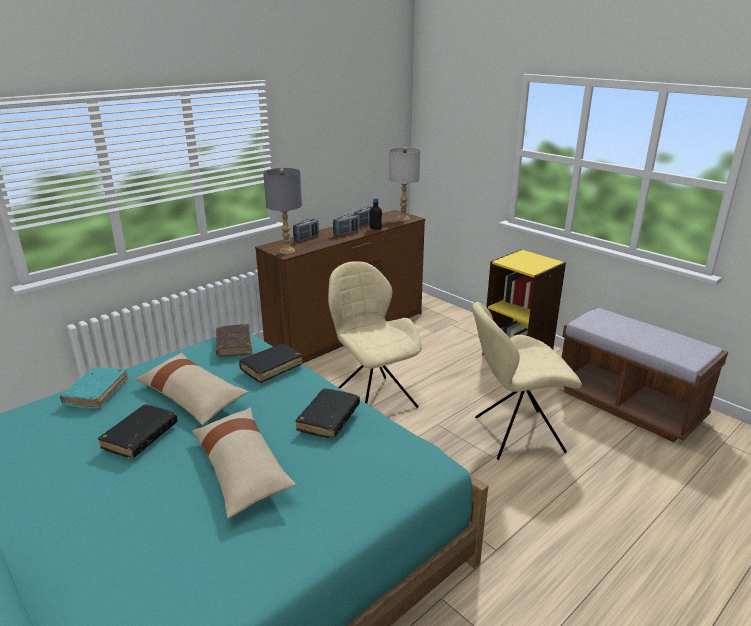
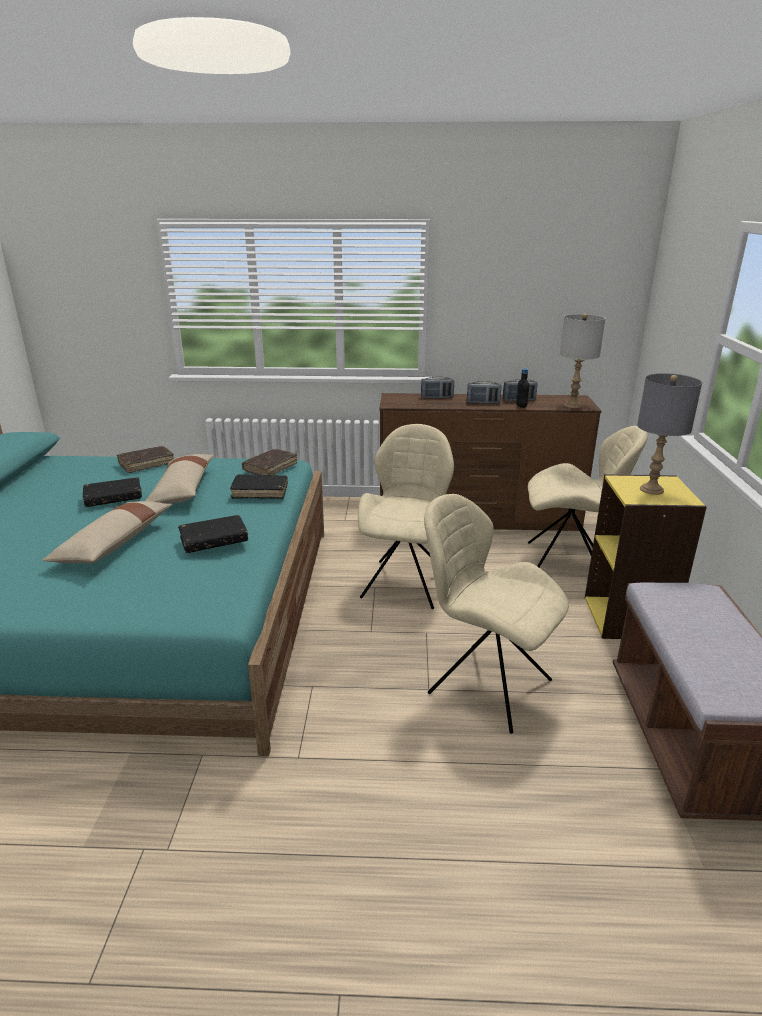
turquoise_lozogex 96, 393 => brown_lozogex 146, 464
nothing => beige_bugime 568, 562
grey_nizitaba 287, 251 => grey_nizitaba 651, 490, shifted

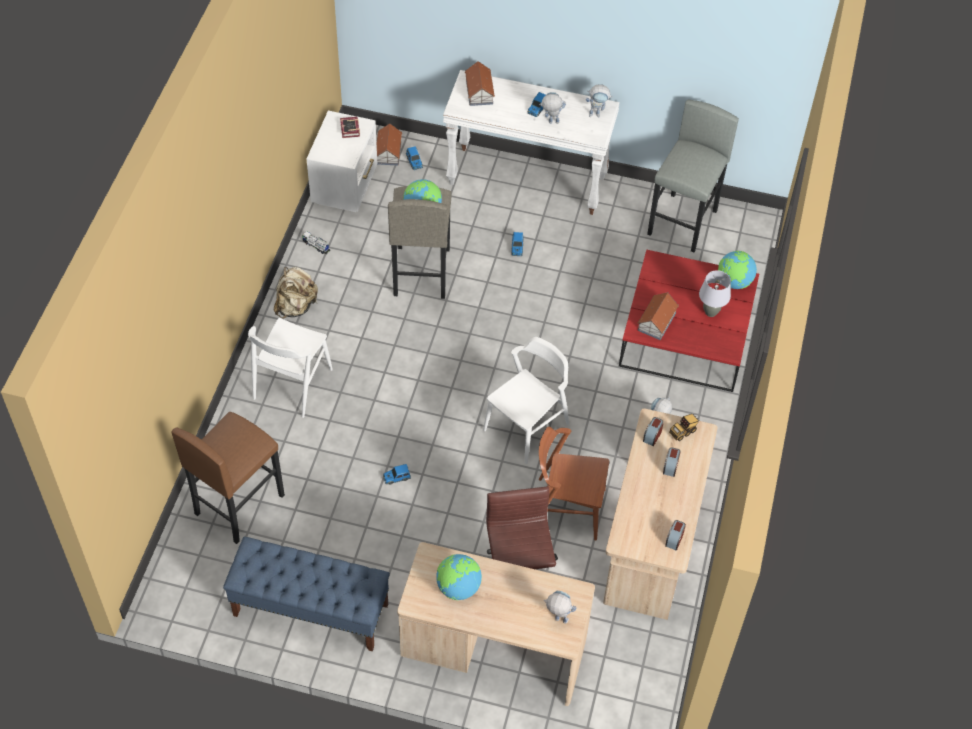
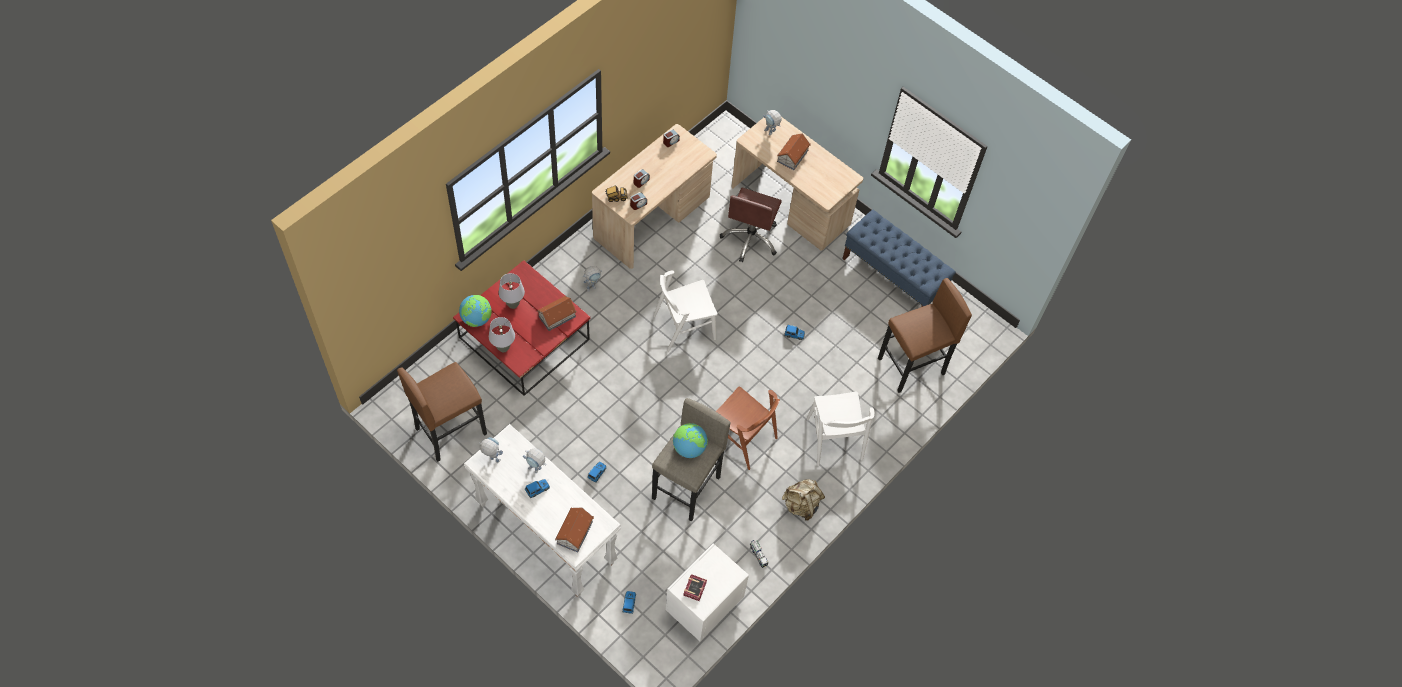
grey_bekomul 683, 223 => brown_bekomul 450, 430
nothing => grey_nizitaba 503, 348
brown_bugime 567, 508 => brown_bugime 742, 438, shifted
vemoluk 389, 151 => vemoluk 792, 156, shifted
white_bugime 292, 384 => white_bugime 834, 439, 120 degrees clockwise
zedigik 458, 587 => nothing

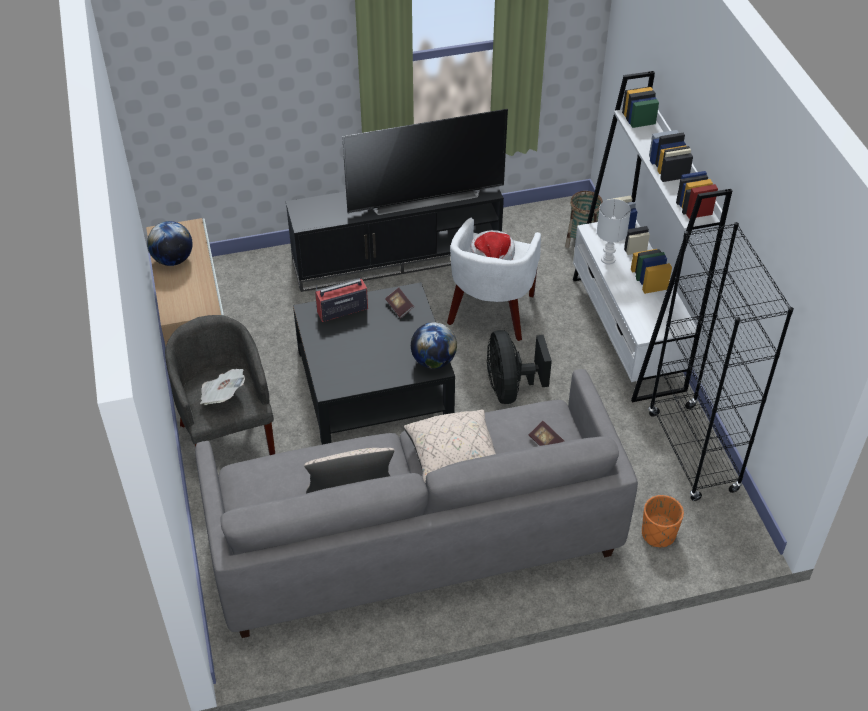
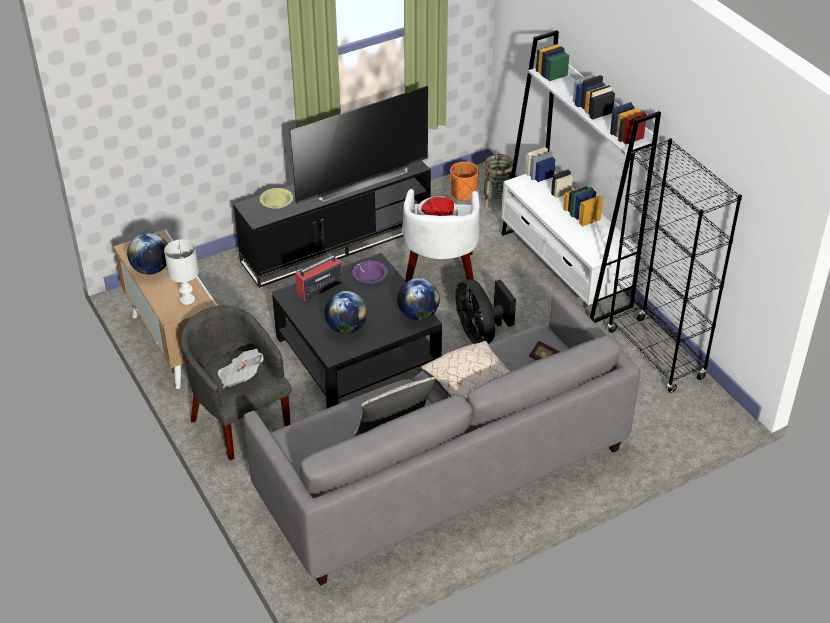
white_nizitaba 608, 259 => white_nizitaba 188, 300, shifted
nothing => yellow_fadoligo 276, 203
nothing => zedigik 346, 328
lozogex 399, 307 => purple_fadoligo 370, 276
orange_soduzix 658, 534 => orange_soduzix 463, 193, shifted

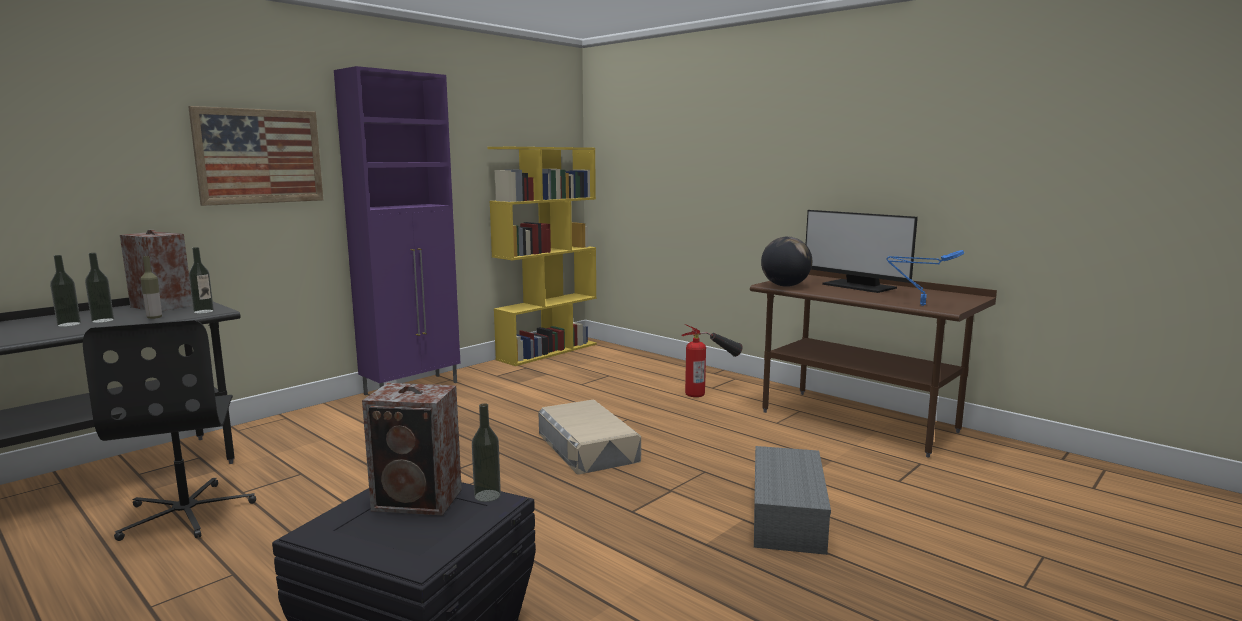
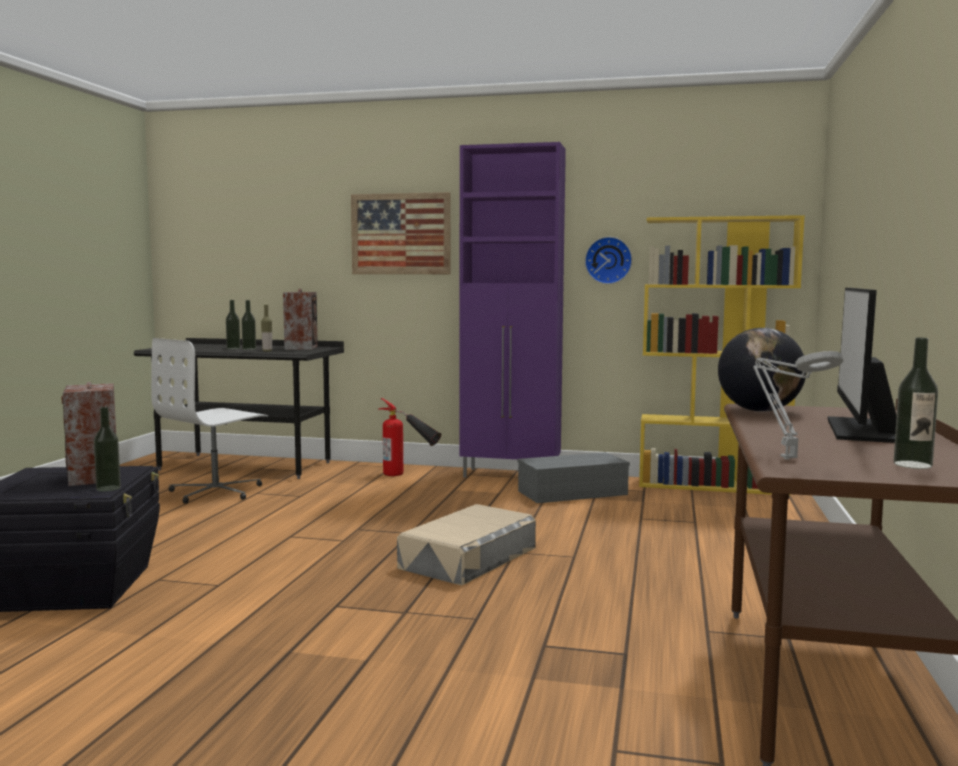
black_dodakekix 187, 513 => white_dodakekix 216, 492
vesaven 710, 391 => vesaven 408, 476, shifted
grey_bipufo 789, 517 => grey_bipufo 571, 493, shifted
nothing => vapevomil 608, 260
blue_nizitaba 920, 305 => grey_nizitaba 786, 458
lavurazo 203, 311 => lavurazo 912, 464, shifted

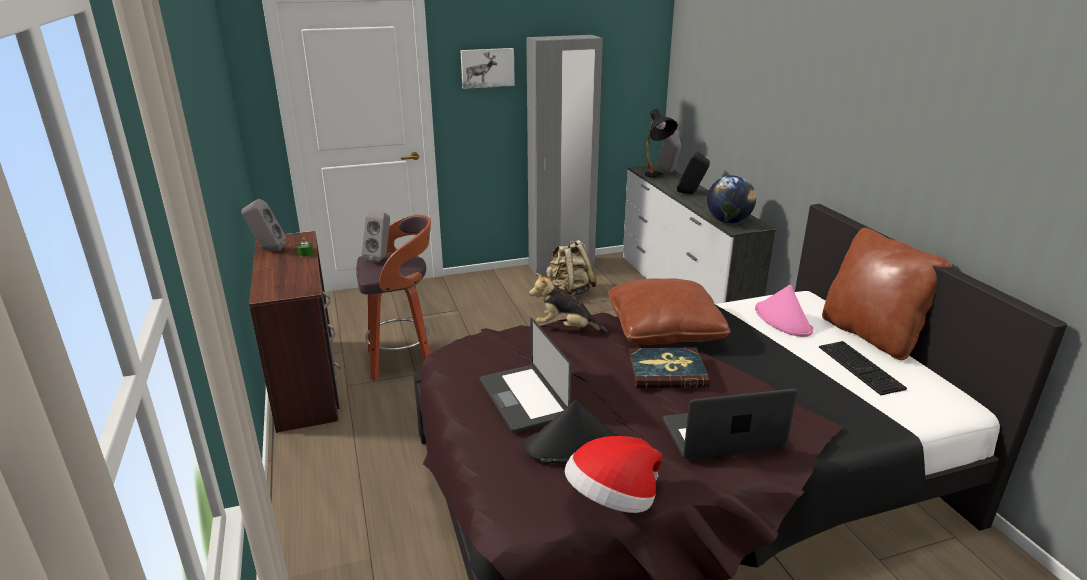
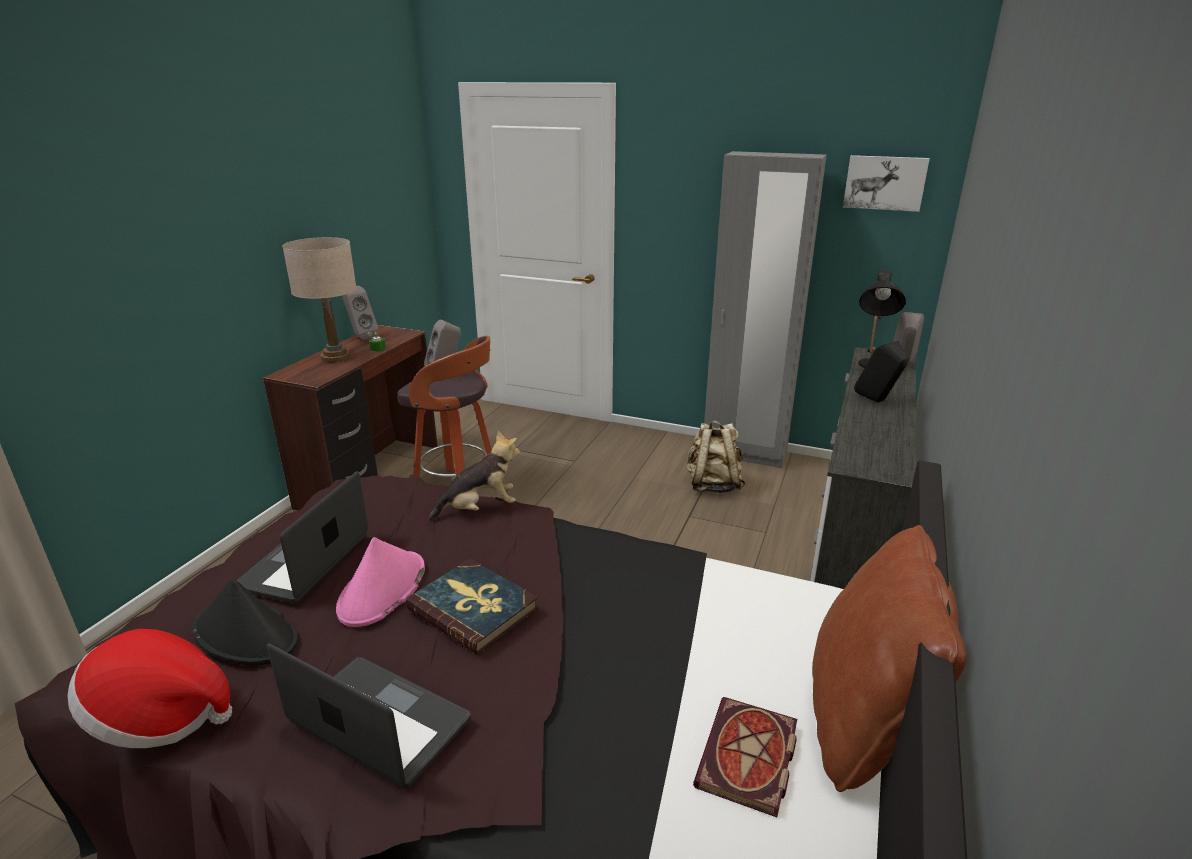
nothing => beige_nizitaba 336, 357
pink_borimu 783, 320 => pink_borimu 382, 590, shifted
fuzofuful 566, 328 => fuzofuful 480, 509, 105 degrees clockwise
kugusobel 862, 368 => lozogex 749, 760
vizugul 487, 67 => vizugul 885, 182, shifted
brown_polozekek 664, 330 => nothing
zedigik 728, 221 => nothing

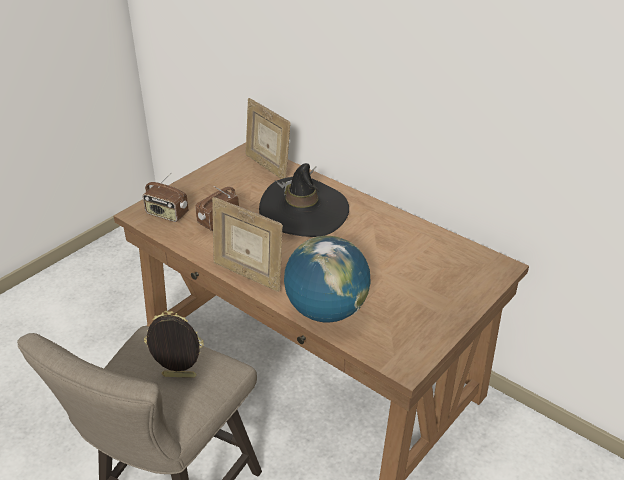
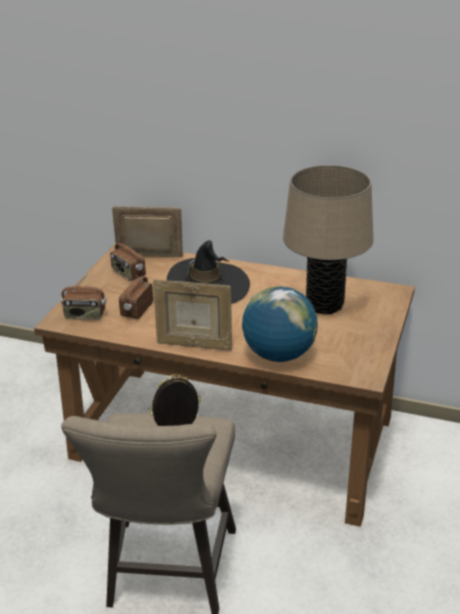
nothing => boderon 128, 274
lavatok 267, 166 => lavatok 150, 259, 150 degrees clockwise
nothing => beige_nizitaba 324, 305

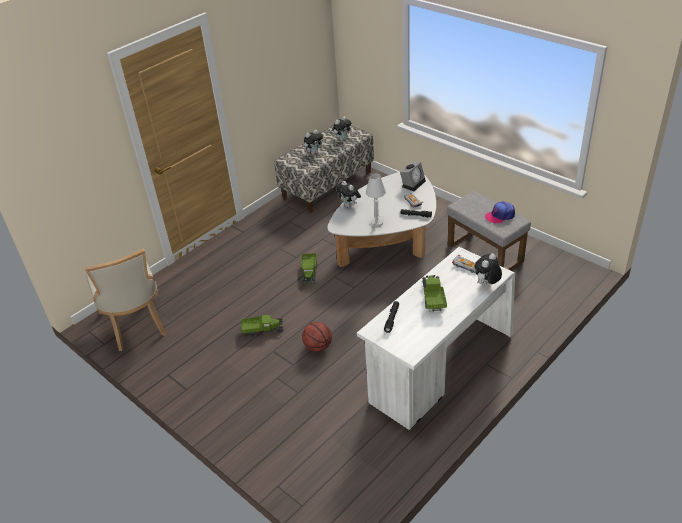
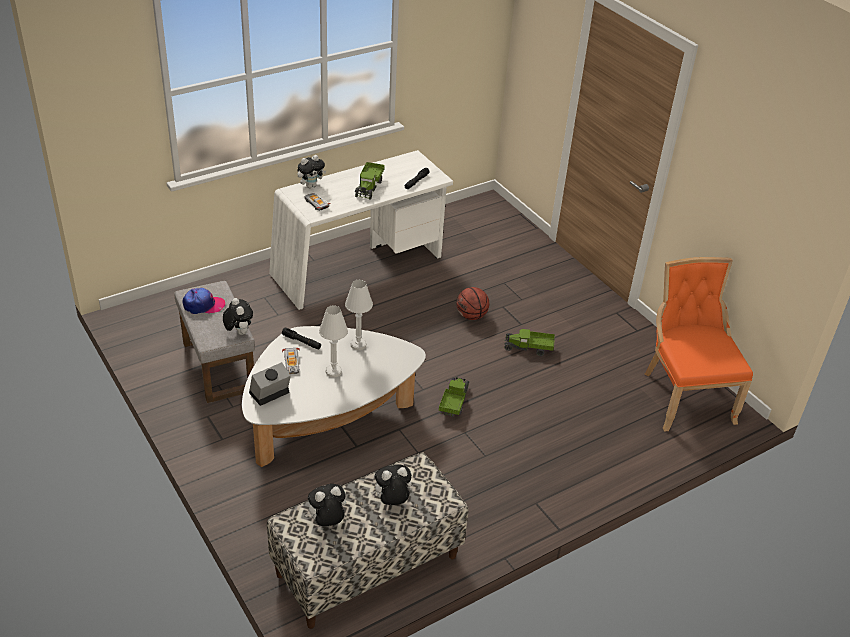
fuzofuful 349, 205 => fuzofuful 238, 332, shifted
nothing => white_nizitaba 333, 371
beige_bugime 136, 324 => orange_bugime 684, 395

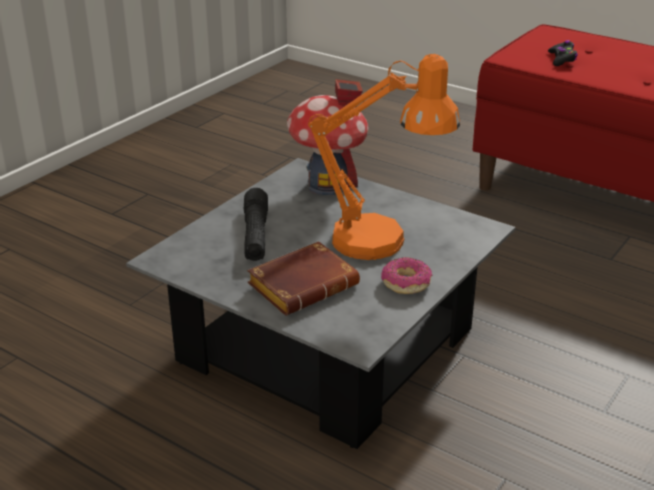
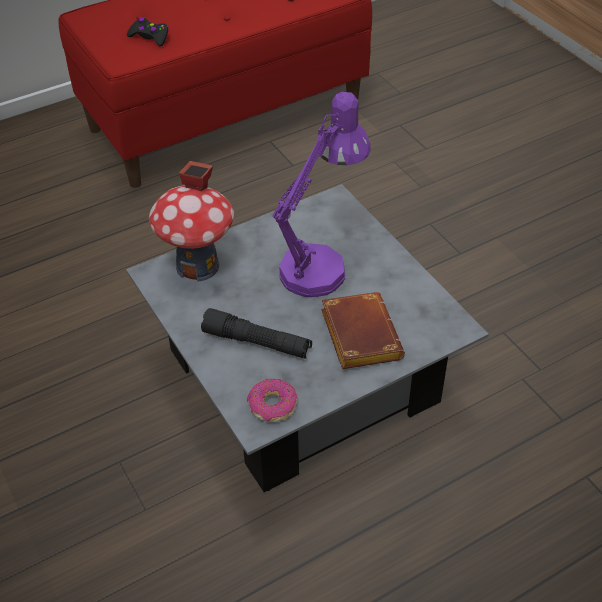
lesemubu 406, 283 => lesemubu 272, 405, shifted
orange_nizitaba 383, 242 => purple_nizitaba 321, 264

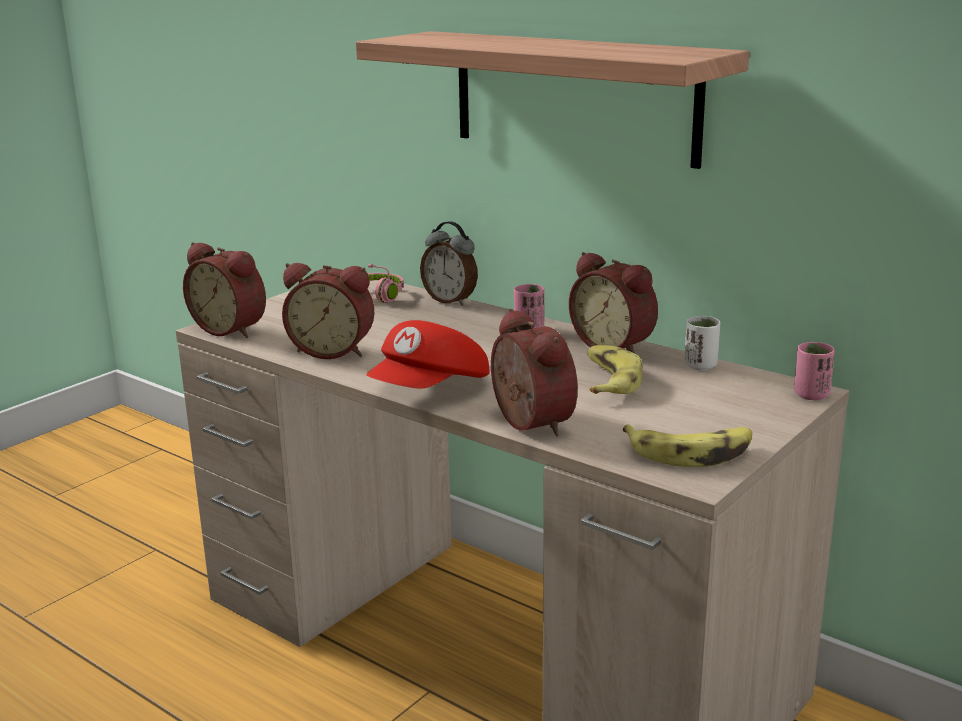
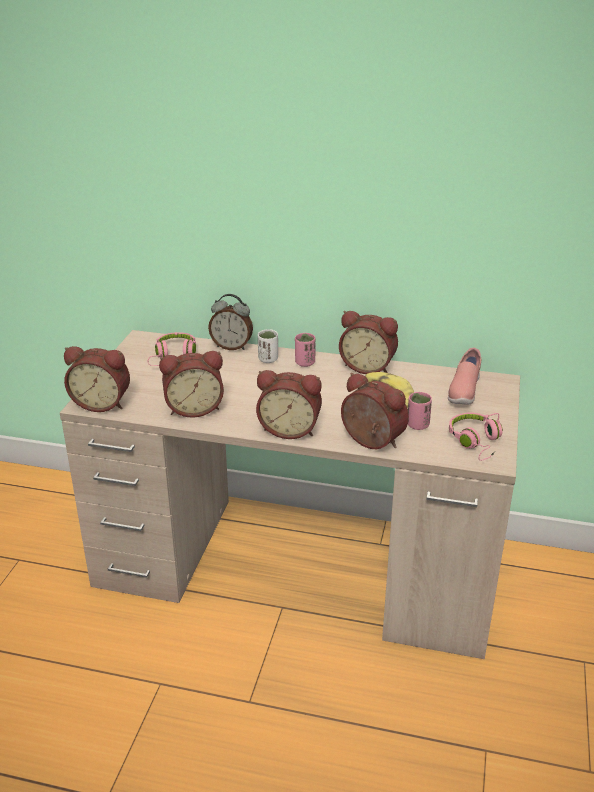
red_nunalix 431, 390 => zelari 290, 429
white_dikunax 700, 365 => white_dikunax 268, 359, shifted
pink_dikunax 811, 395 => pink_dikunax 417, 425, shifted
nothing => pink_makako 463, 391
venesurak 690, 452 => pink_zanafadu 476, 442
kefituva 573, 96 => nothing

